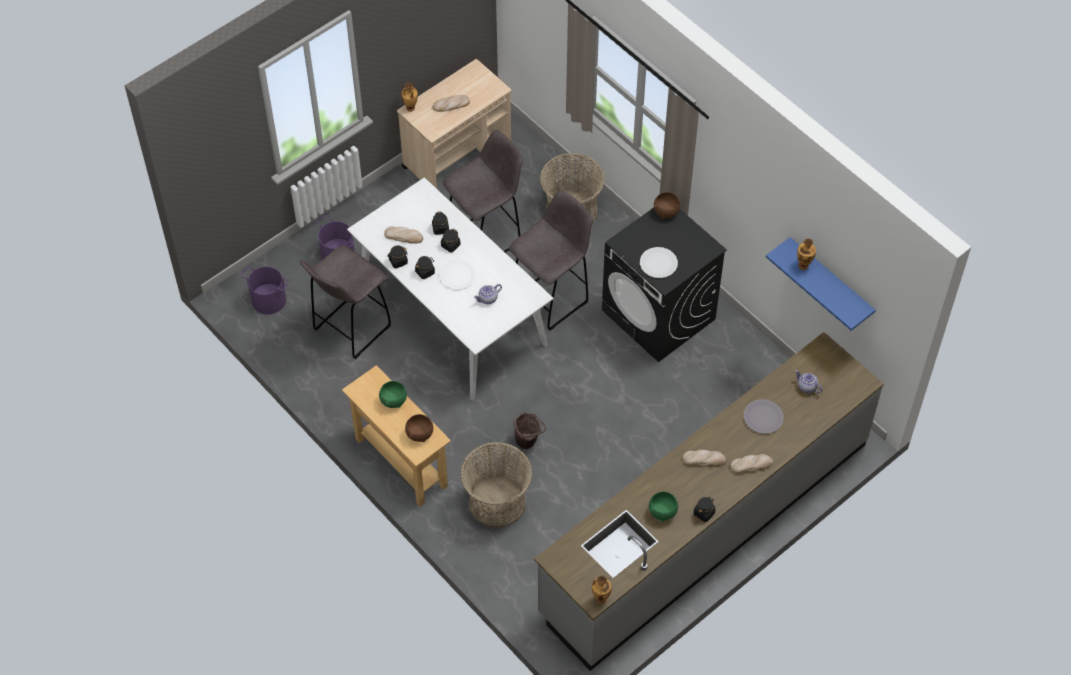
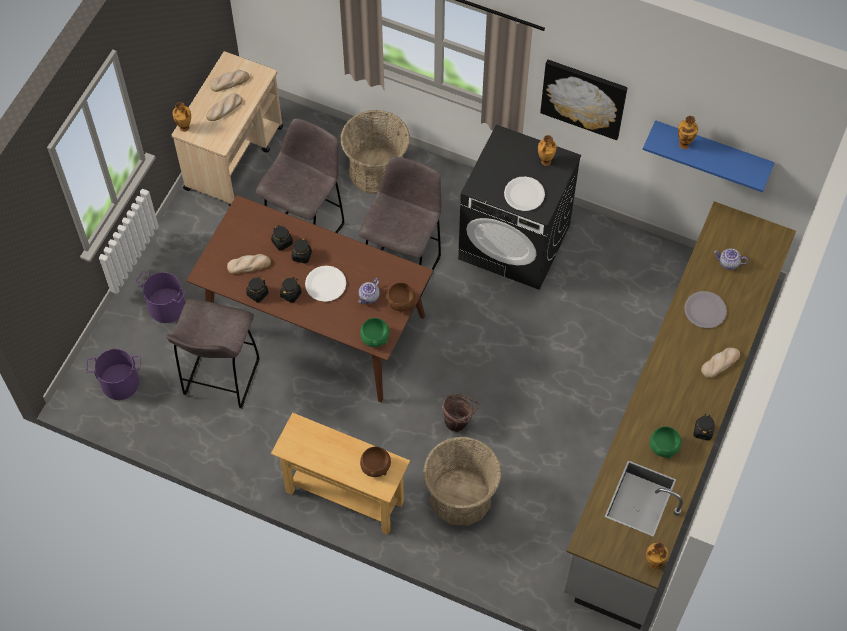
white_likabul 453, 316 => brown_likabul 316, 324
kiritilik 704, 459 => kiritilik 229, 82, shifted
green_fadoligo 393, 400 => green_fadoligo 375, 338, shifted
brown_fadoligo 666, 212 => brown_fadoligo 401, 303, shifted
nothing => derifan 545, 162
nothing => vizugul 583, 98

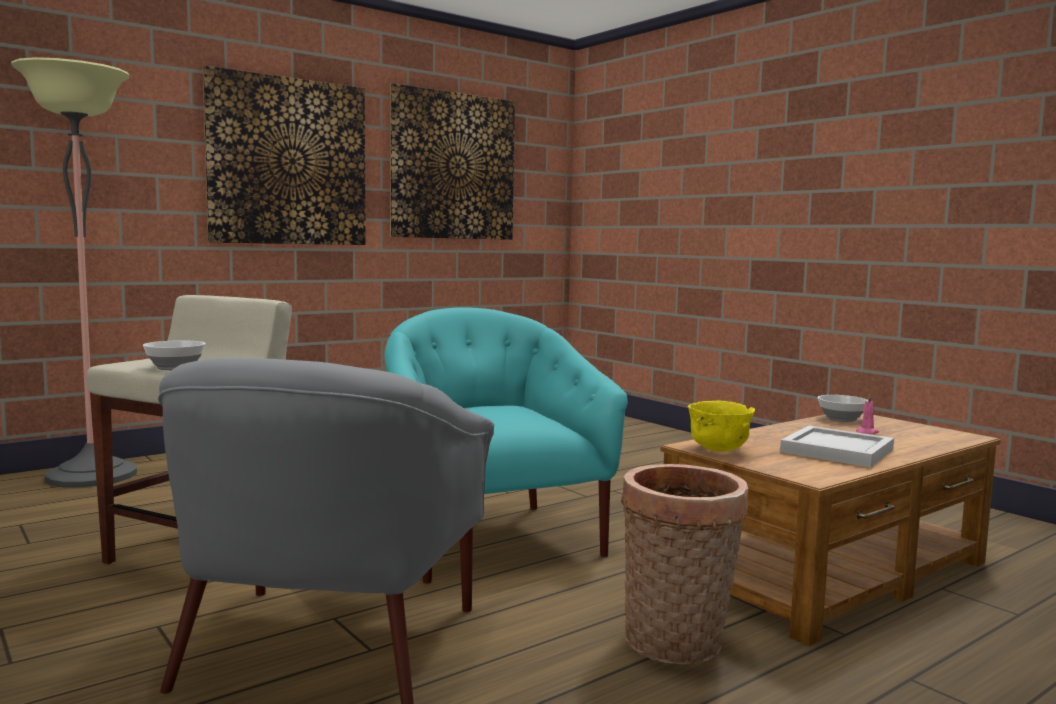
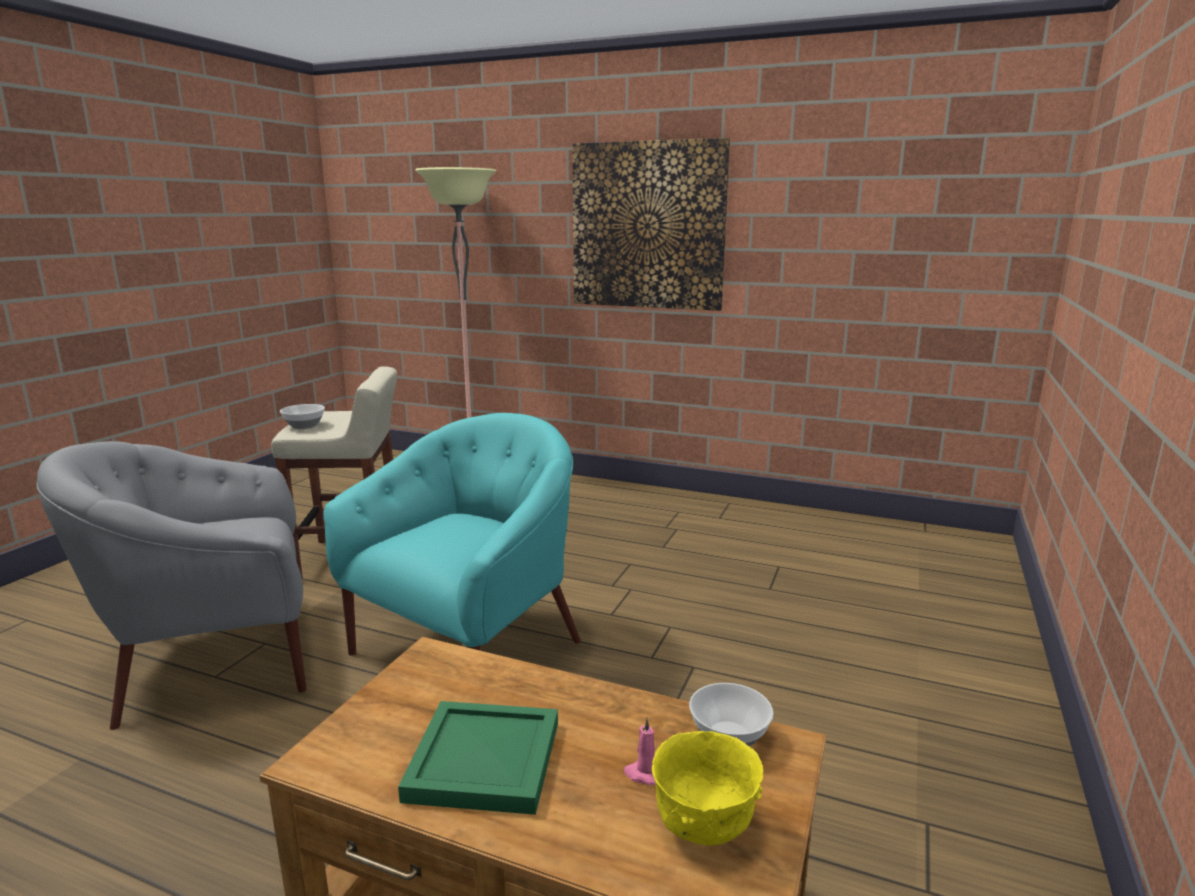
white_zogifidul 836, 450 => green_zogifidul 487, 759
yellow_fadoligo 718, 450 => yellow_fadoligo 703, 826, shifted
vizugul 453, 166 => nothing
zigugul 678, 645 => nothing

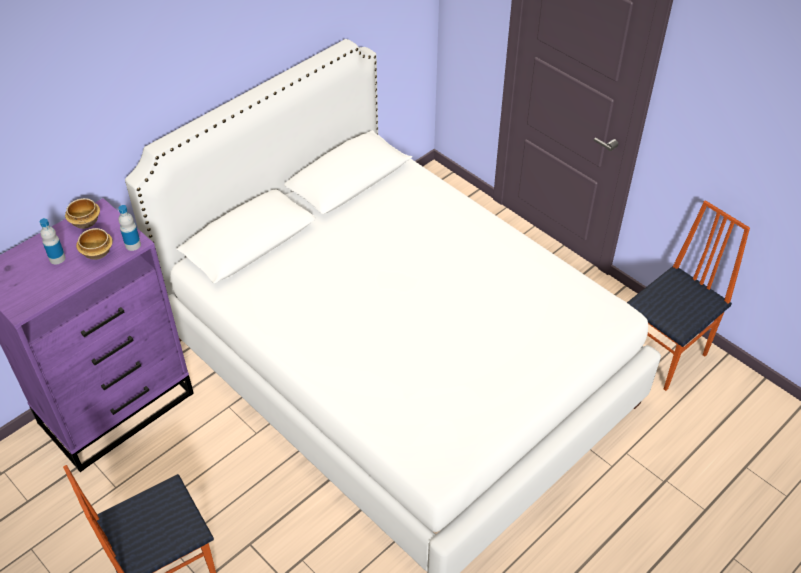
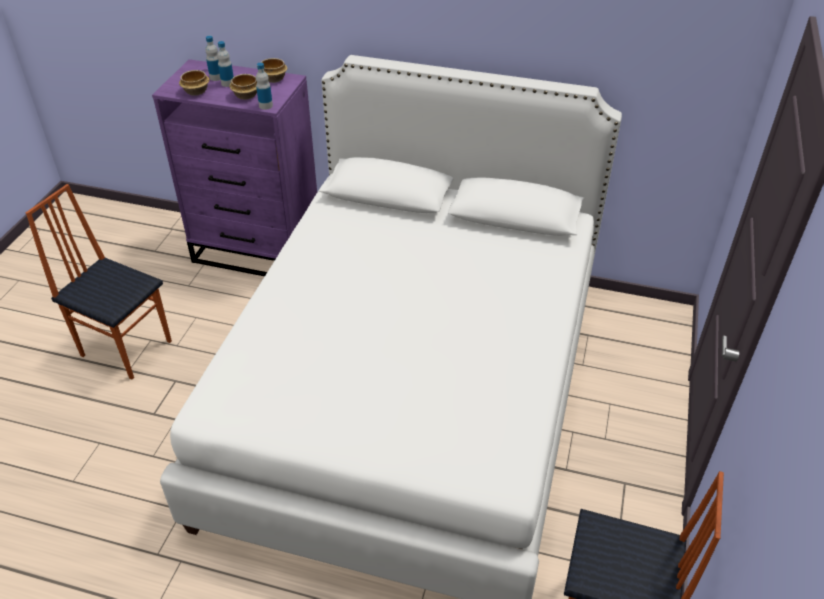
nothing => fadoligo 196, 91
nothing => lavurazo 216, 77

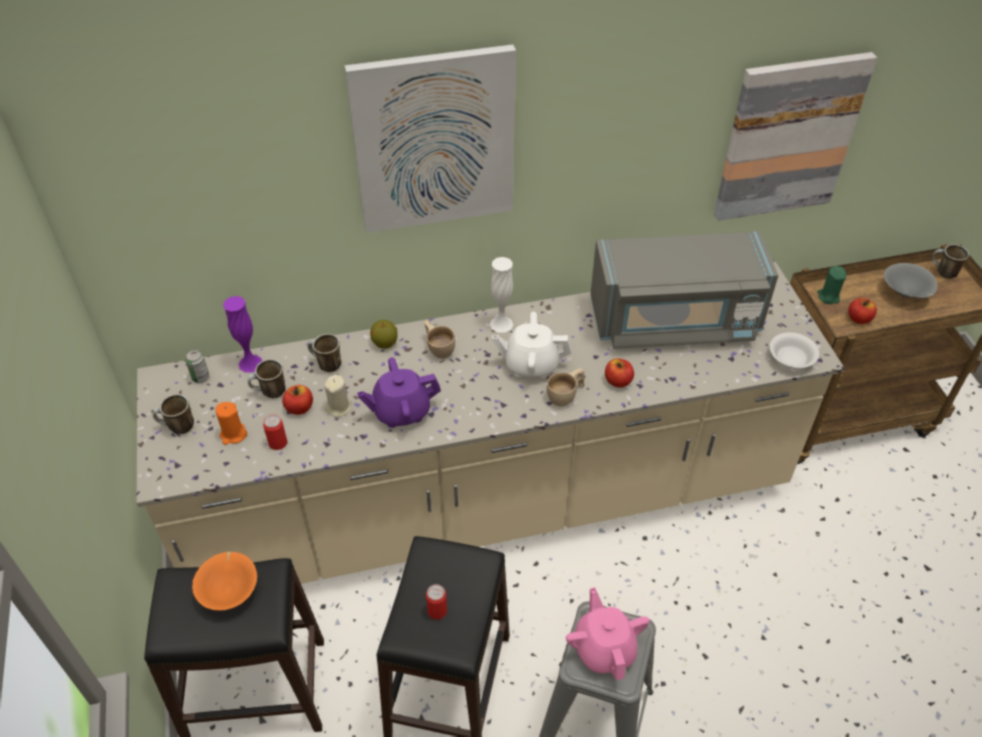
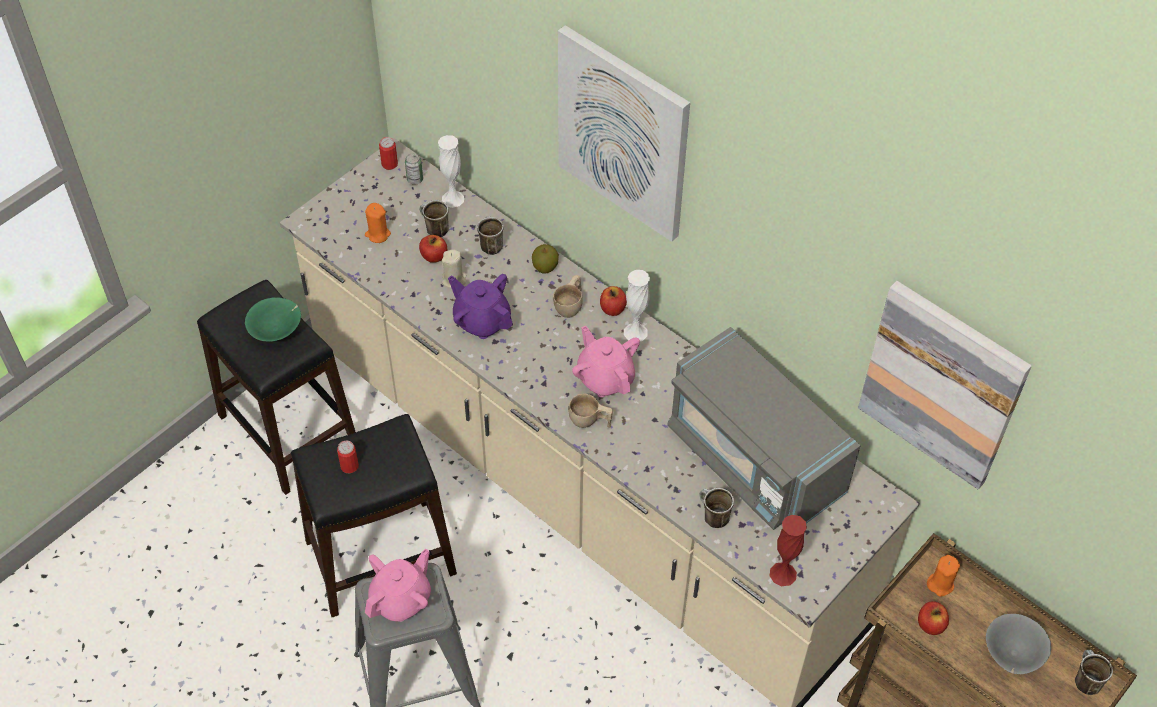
orange_fadoligo 230, 590 => green_fadoligo 277, 331
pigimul 278, 443 => pigimul 389, 164, shifted
purple_derifan 250, 363 => white_derifan 453, 199
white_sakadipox 531, 364 => pink_sakadipox 605, 378
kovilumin 618, 381 => kovilumin 613, 309, shifted
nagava 177, 428 => nagava 712, 517, shifted
white_fadoligo 791, 359 => red_derifan 783, 574
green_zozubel 828, 297 => orange_zozubel 940, 584

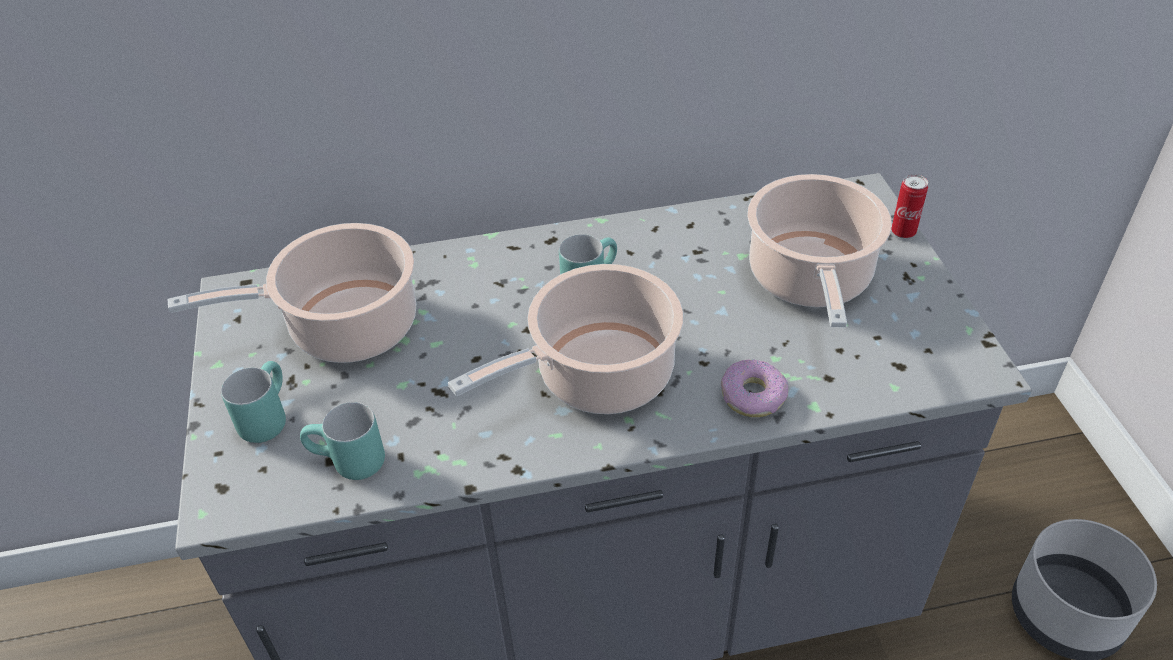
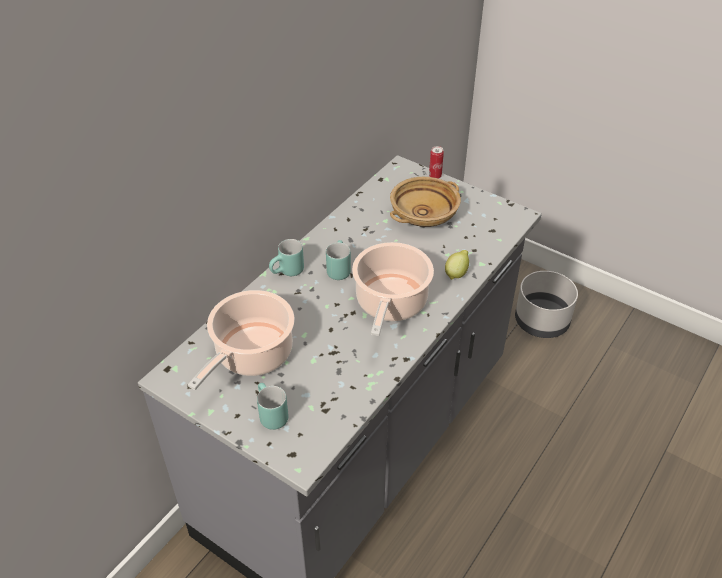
turquoise_nagava 347, 465 => turquoise_nagava 288, 273, shifted
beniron 810, 280 => beige_fadoligo 424, 215
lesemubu 753, 396 => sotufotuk 456, 273

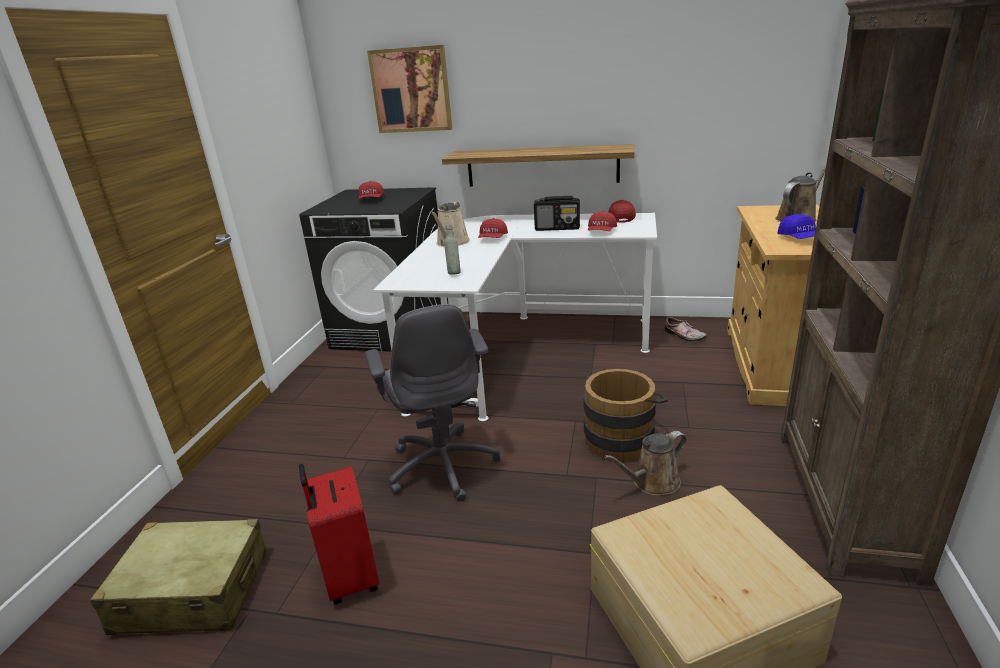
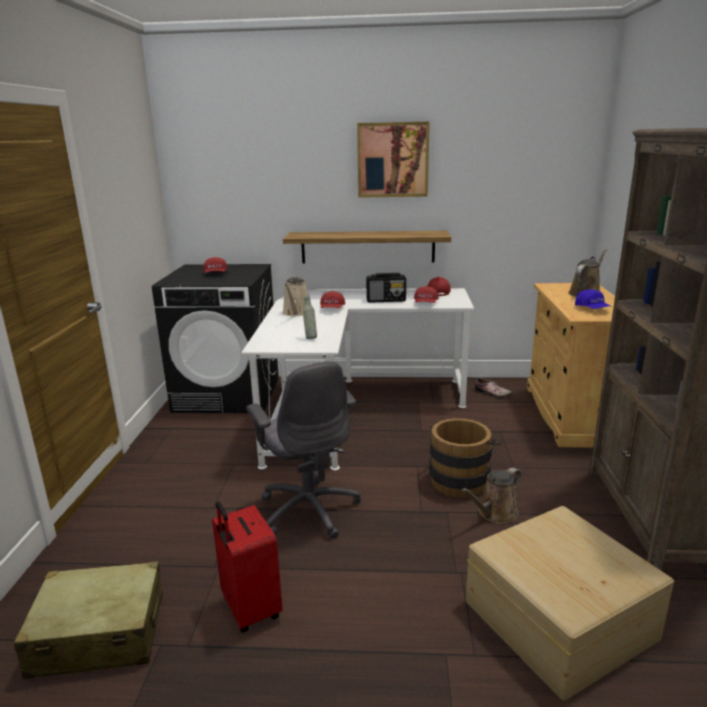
vizugul 411, 90 => vizugul 393, 160, shifted

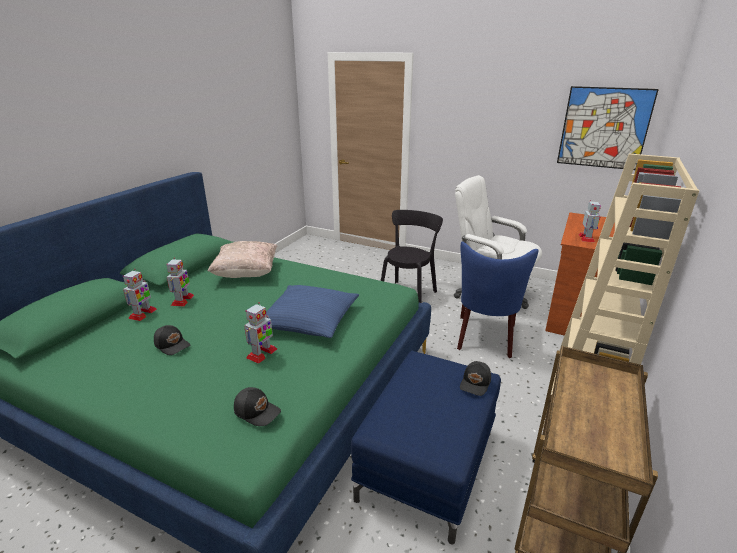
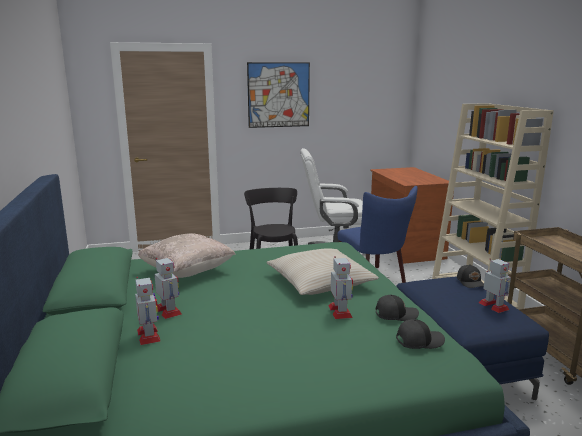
vizugul 604, 128 => vizugul 278, 95, shifted
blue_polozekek 309, 320 => beige_polozekek 320, 282
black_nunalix 172, 345 => black_nunalix 395, 314, shifted
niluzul 586, 238 => niluzul 494, 306, shifted

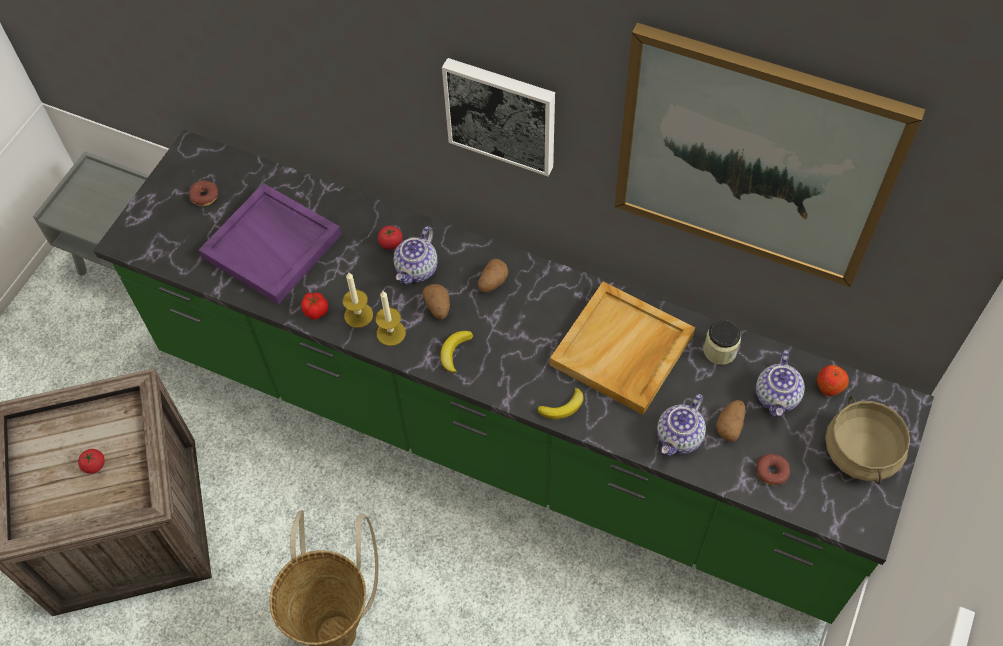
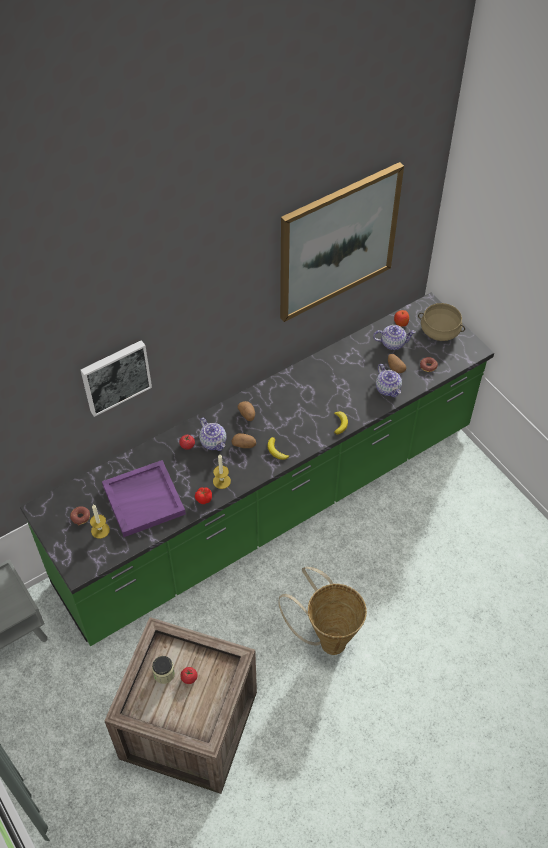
vizugul 502, 114 => vizugul 115, 376, shifted
zozubel 391, 333 => zozubel 100, 530, shifted
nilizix 719, 350 => nilizix 164, 673, shifted
sakadipox 777, 397 => sakadipox 393, 343, 45 degrees counterclockwise
beige_zogifidul 622, 351 => nothing

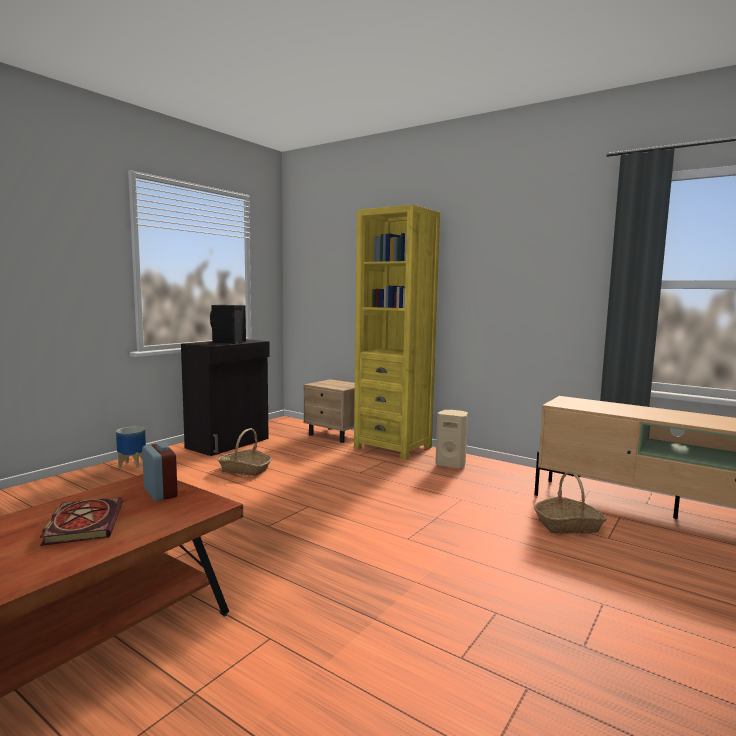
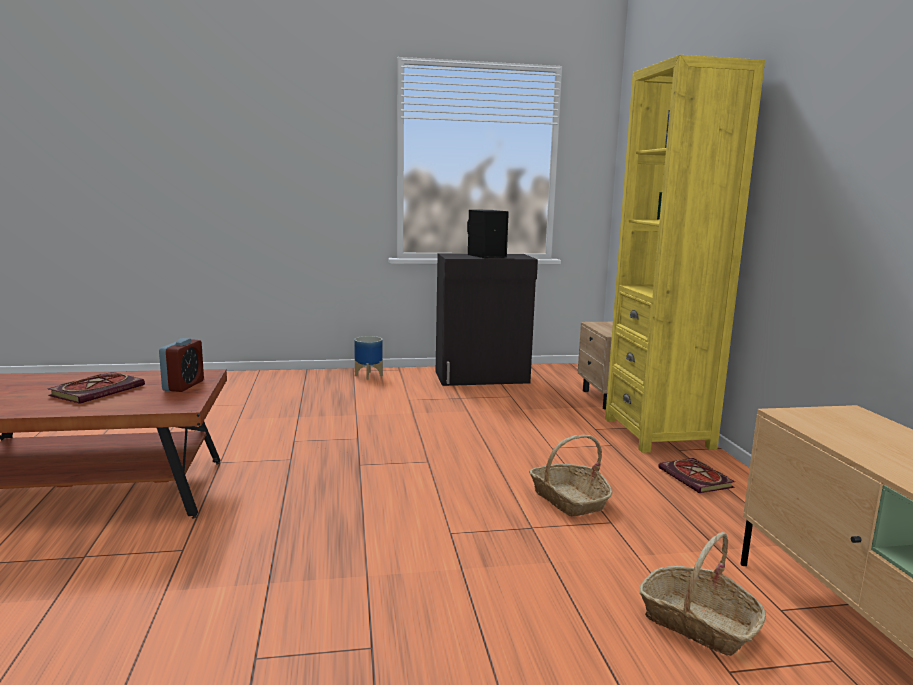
zigugul 245, 470 => zigugul 569, 499, shifted
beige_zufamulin 451, 464 => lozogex 697, 479

